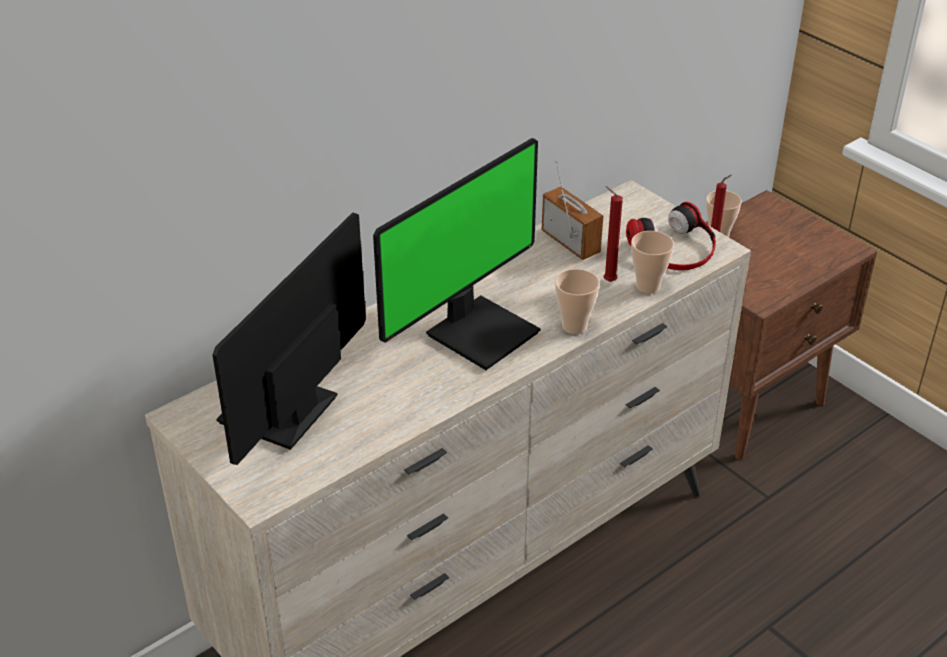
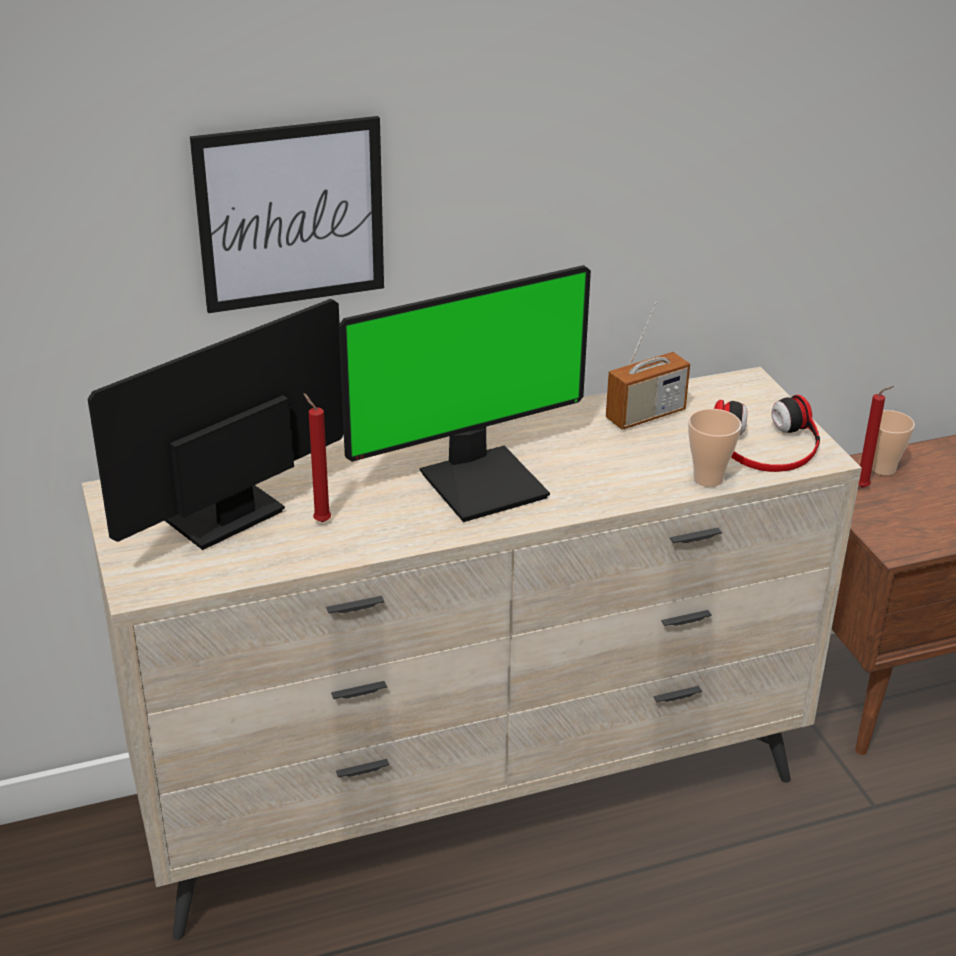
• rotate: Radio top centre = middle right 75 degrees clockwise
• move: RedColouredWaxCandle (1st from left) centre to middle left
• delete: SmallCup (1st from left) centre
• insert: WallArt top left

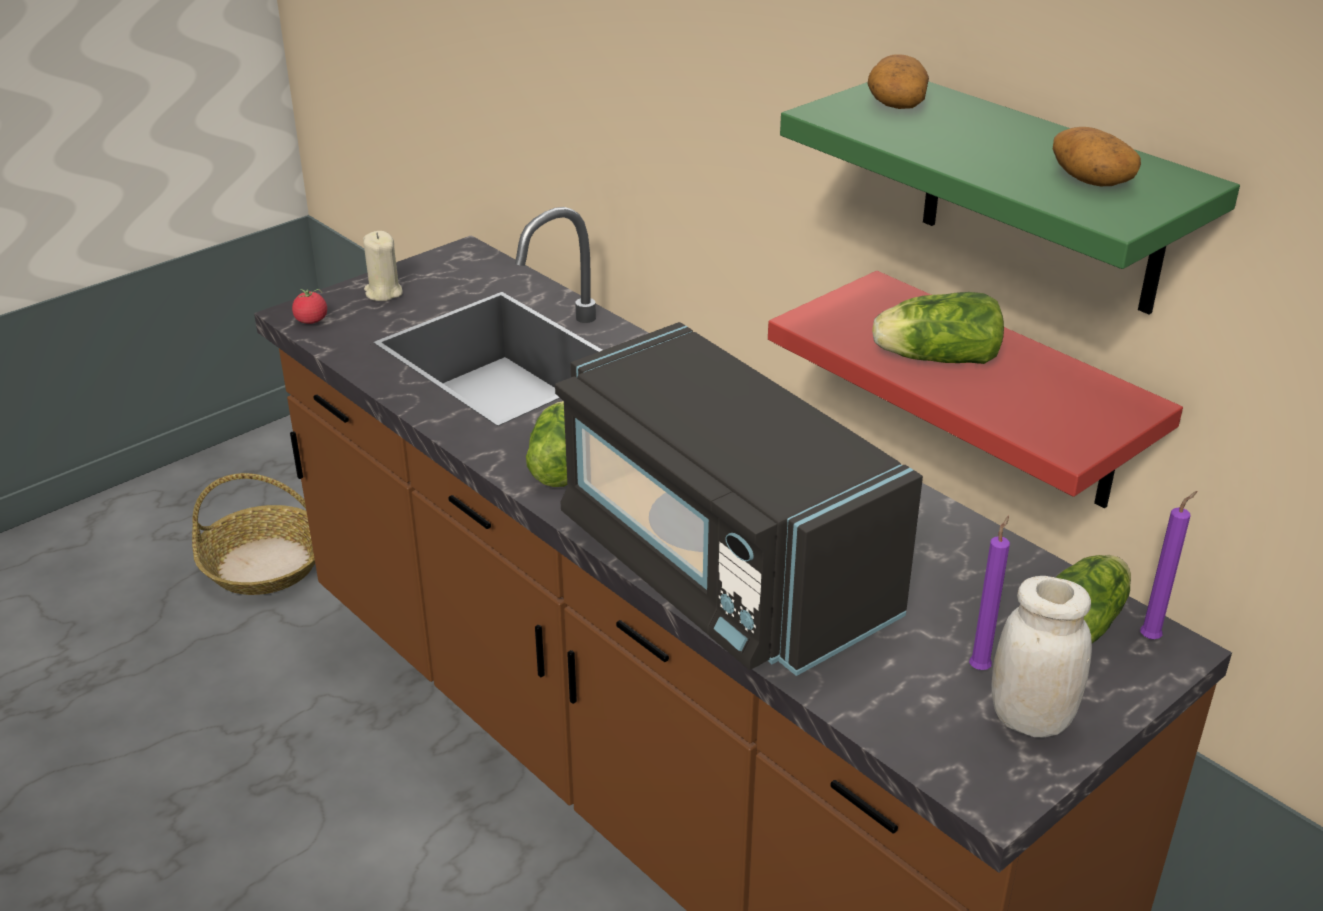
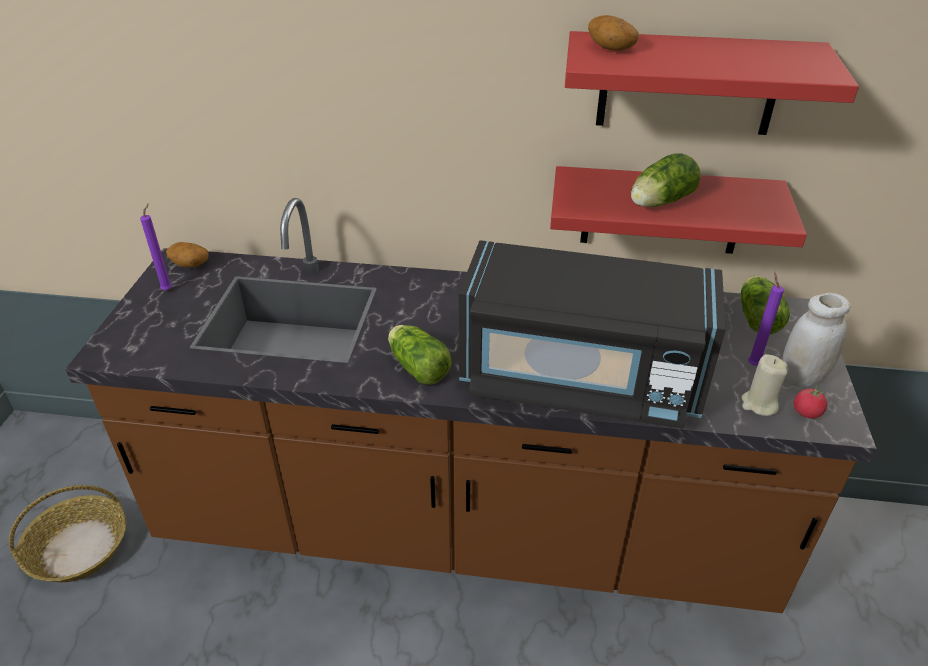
• recolor: GreenColouredBracketShelf top right to RedColouredBracketShelf (2nd from left) top right
• move: Potato (2nd from left in the first image) top right to Potato (1st from left) middle left
• move: BeigeWaxCandle top left to middle right
• move: FreshTomato middle left to middle right
• move: PurpleWaxCandle (2nd from left in the first image) middle right to PurpleWaxCandle (1st from left) middle left

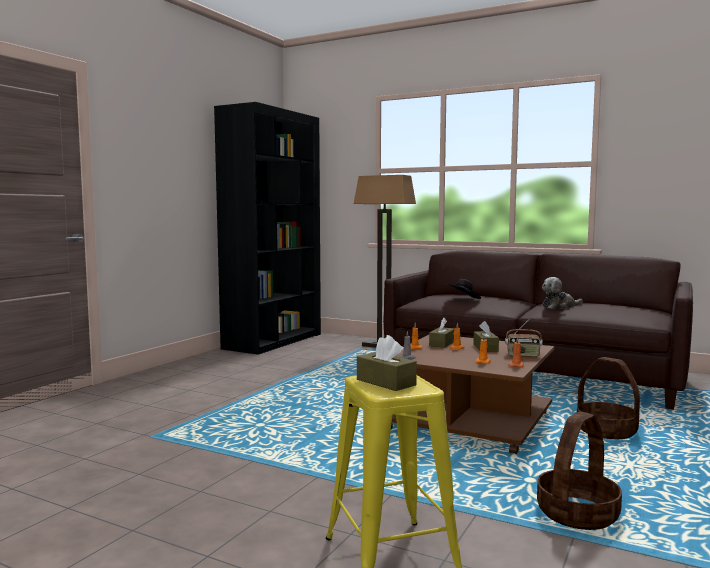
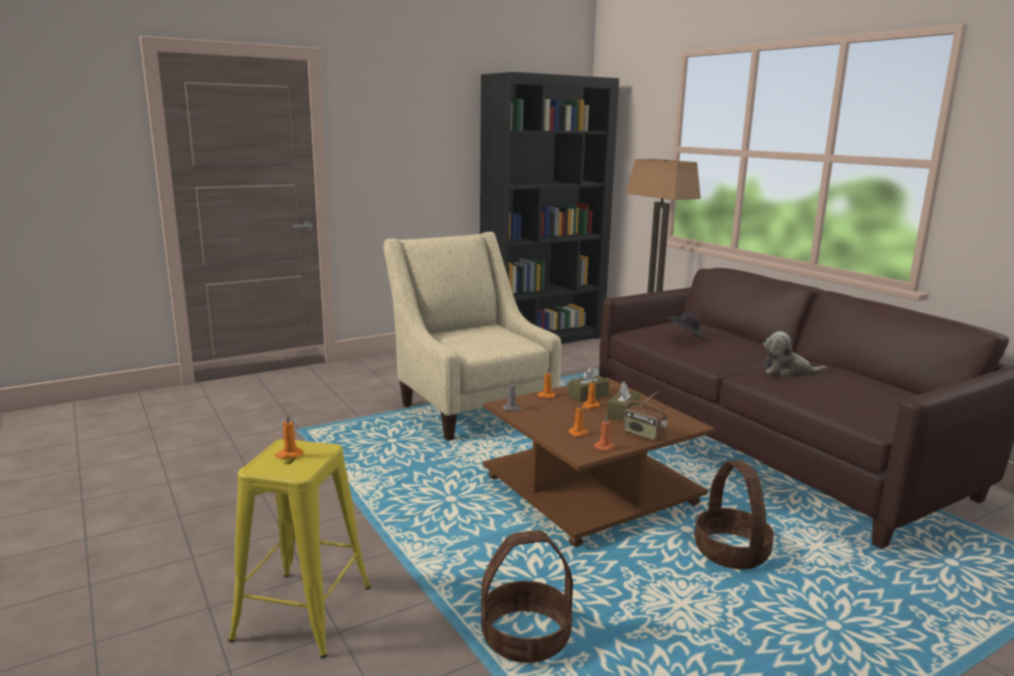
• replace: BrownColouredBoxOfTissues (1st from left) centre to OrangeWaxCandle (1st from left) middle left
• insert: BeigeArmchair centre

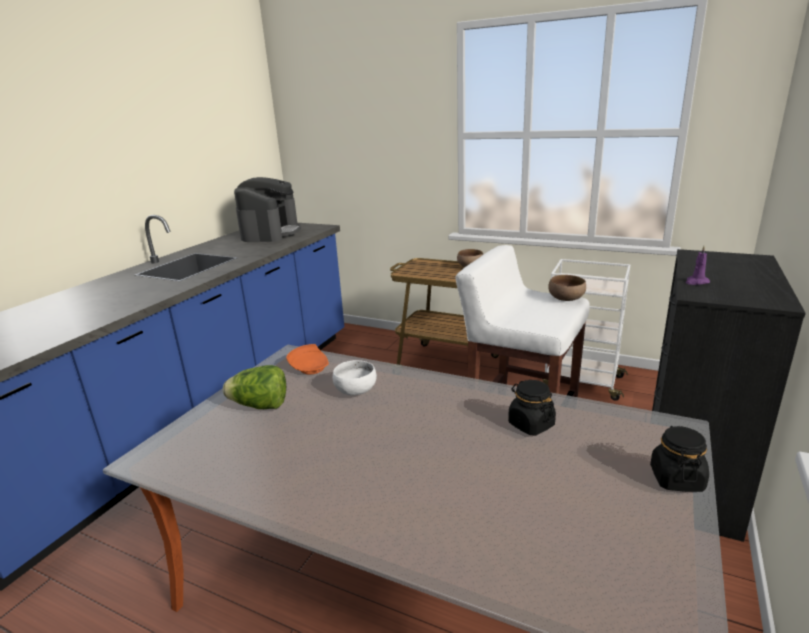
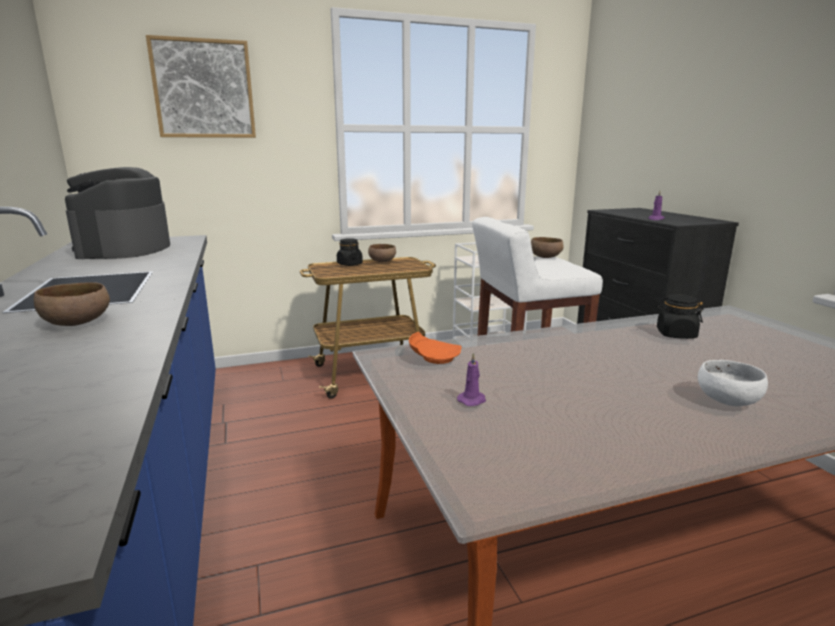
• rotate: CoffeeMaker top left = middle left 150 degrees counterclockwise
• move: WhiteServingBowl centre to middle right
• replace: HeadOfLettuce middle left to PurpleWaxCandle (1st from left) centre
• move: BlackStorageJar (2nd from left in the first image) bottom right to BlackStorageJar (1st from left) centre
• insert: WallArt top left
• insert: BrownColouredServingBowl (1st from left) middle left

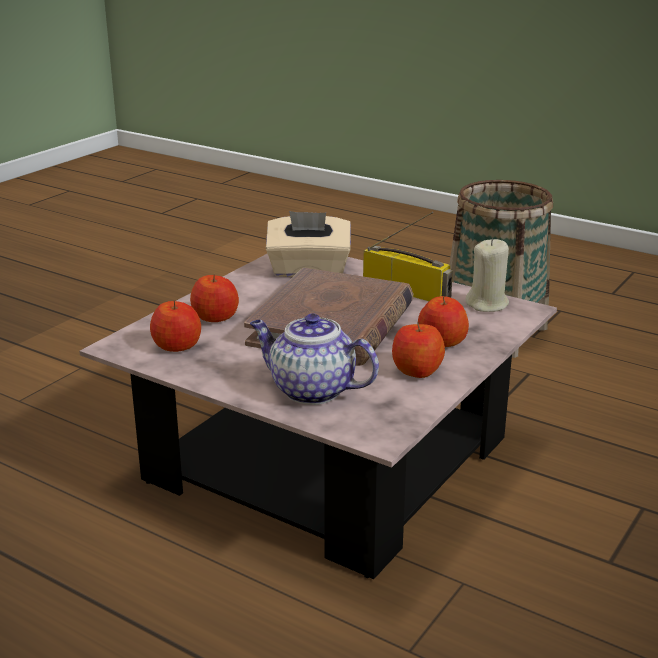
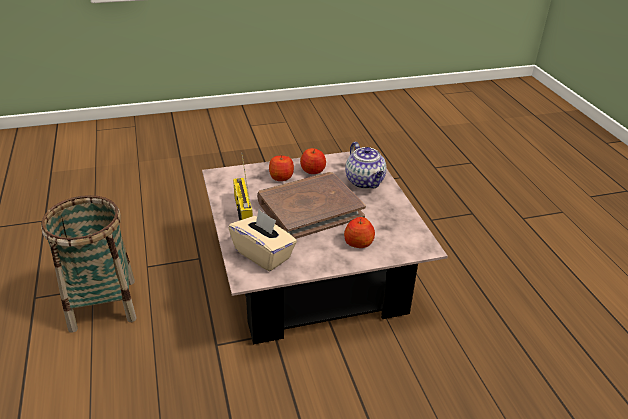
• delete: BeigeWaxCandle middle right
• delete: WholeApple (1st from left) middle left

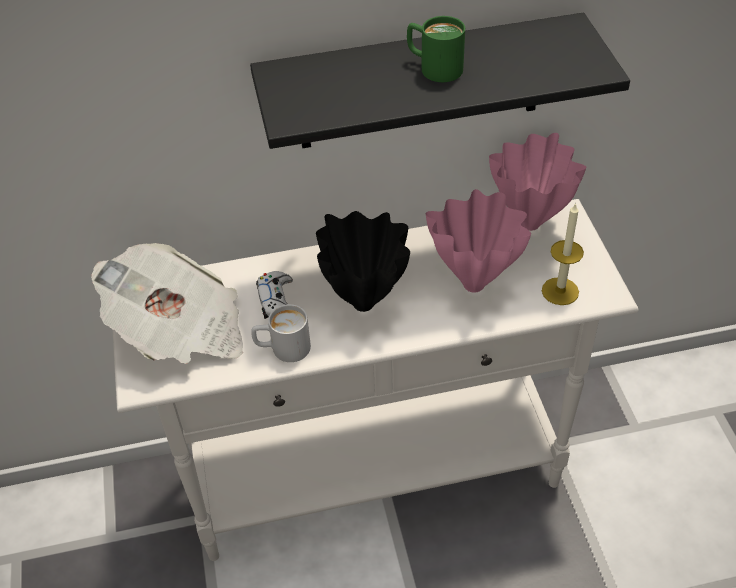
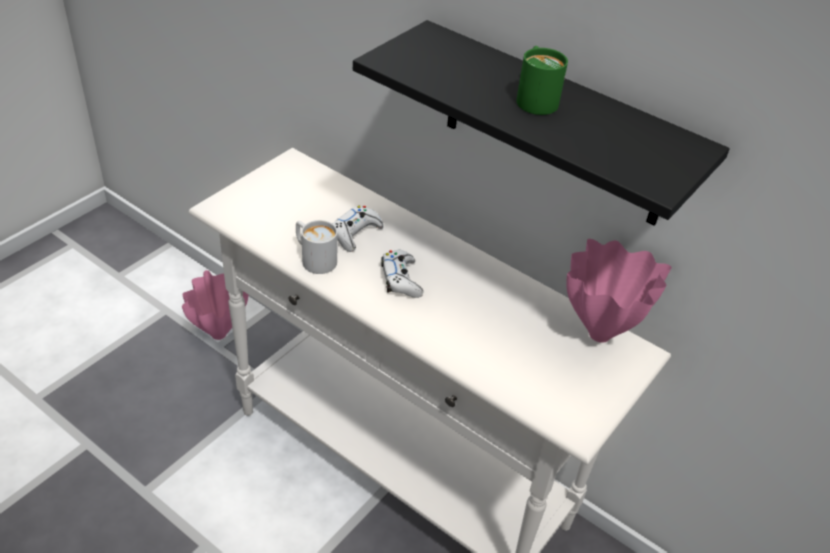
• move: PinkColouredFlowerVase (1st from left) centre to middle left
• delete: WaxCandle middle right
• replace: BlackFlowerVase centre to WhiteGamepad (2nd from left) centre
• delete: Newspaper middle left

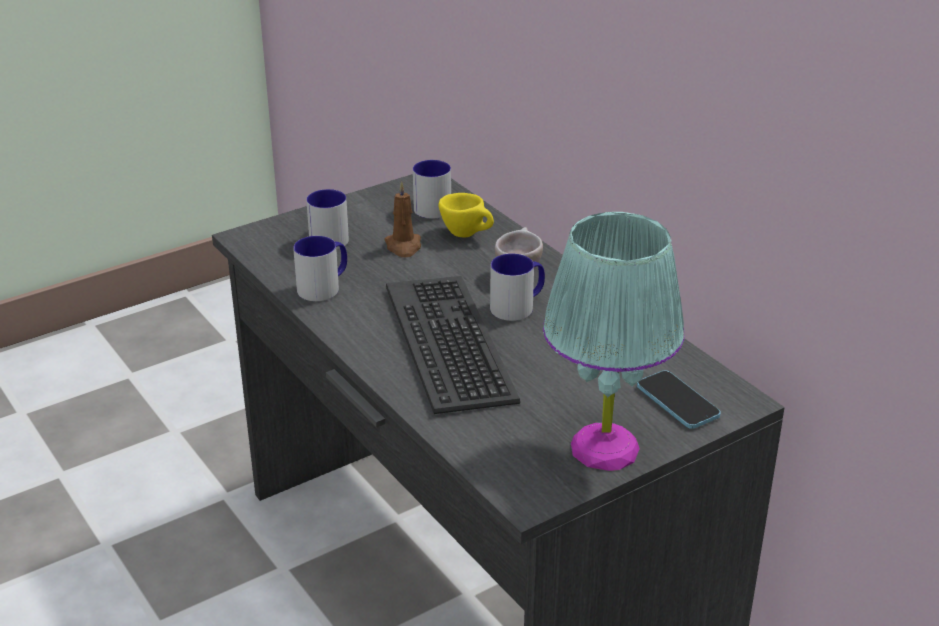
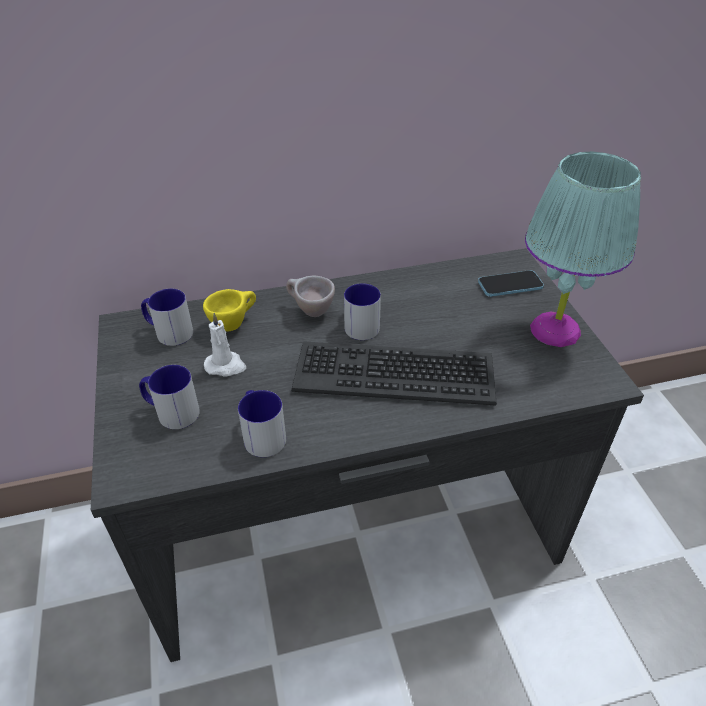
• recolor: BrownColouredWaxCandle centre to WhiteWaxCandle middle left

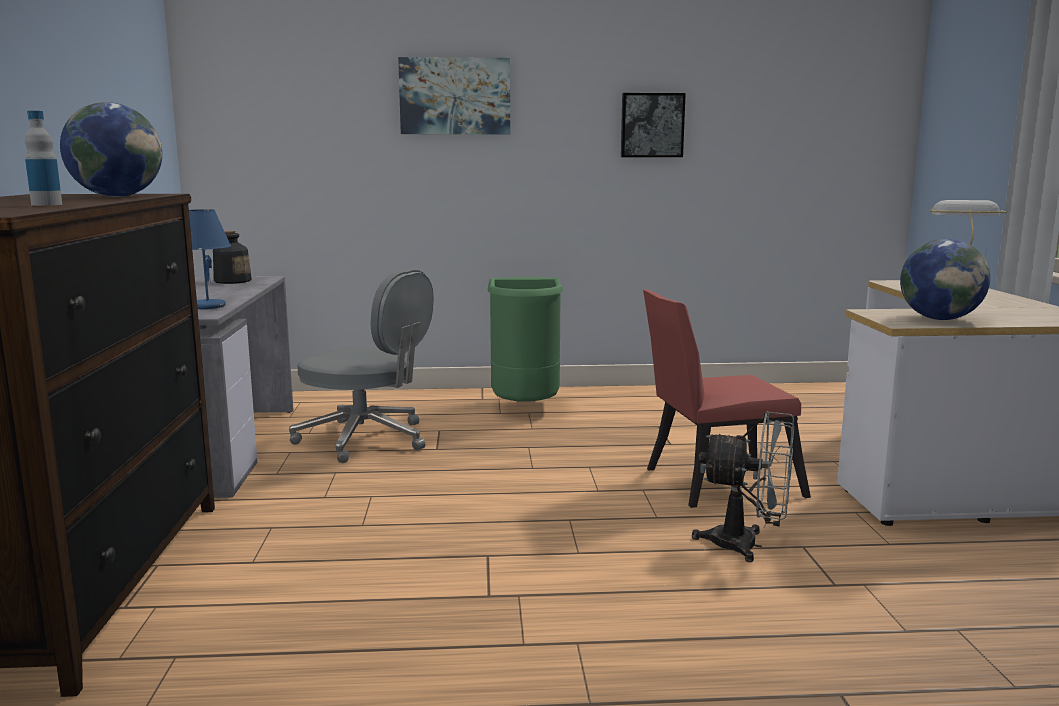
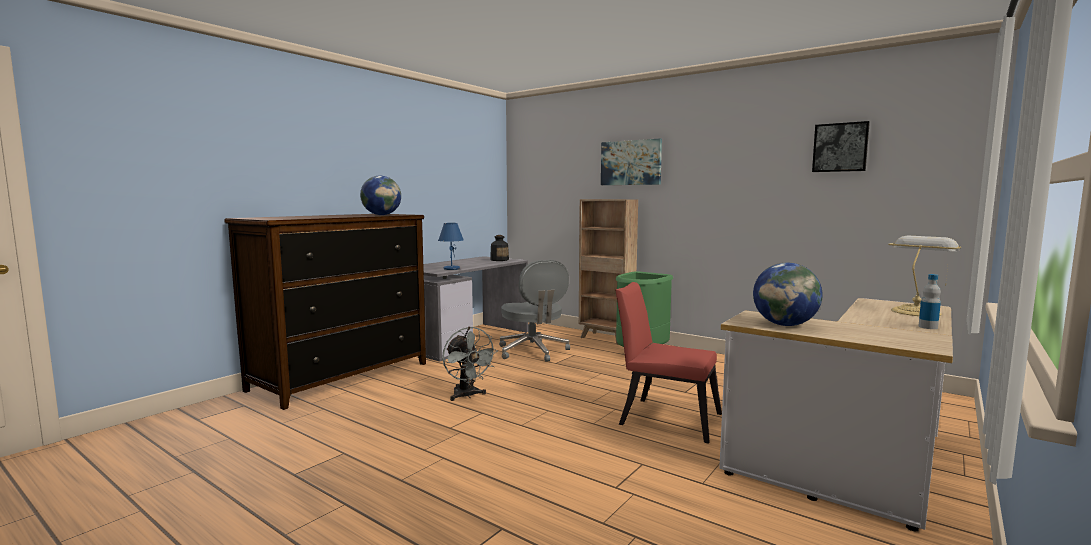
• move: WallArt (2nd from left) top centre to top right
• move: BeverageBottle (1st from left in the first image) top left to BeverageBottle (2nd from left) middle right
• move: GreyishElectricFan bottom right to bottom centre
• insert: BrownColouredShelvingUnit centre

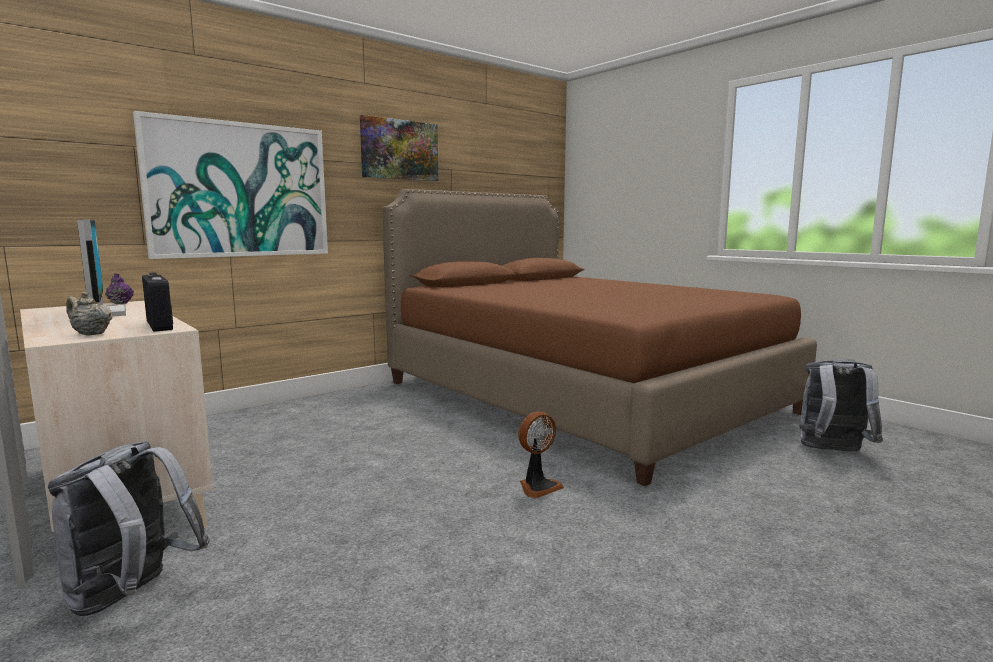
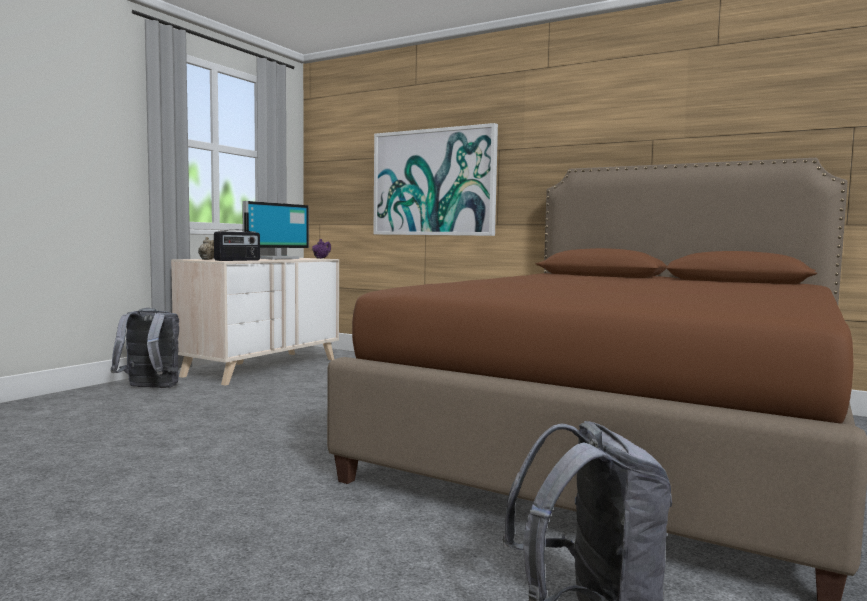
• delete: WallArt (2nd from left) top centre
• delete: ElectricFan bottom centre

